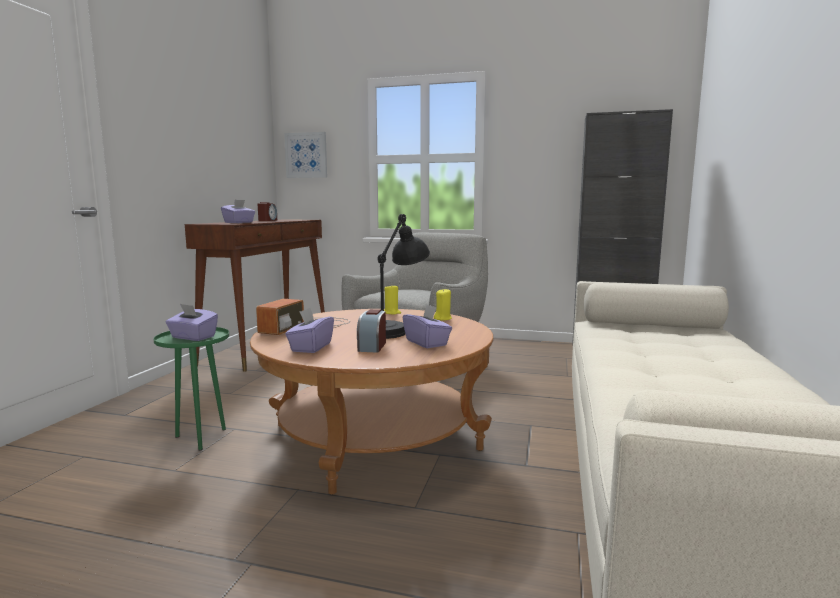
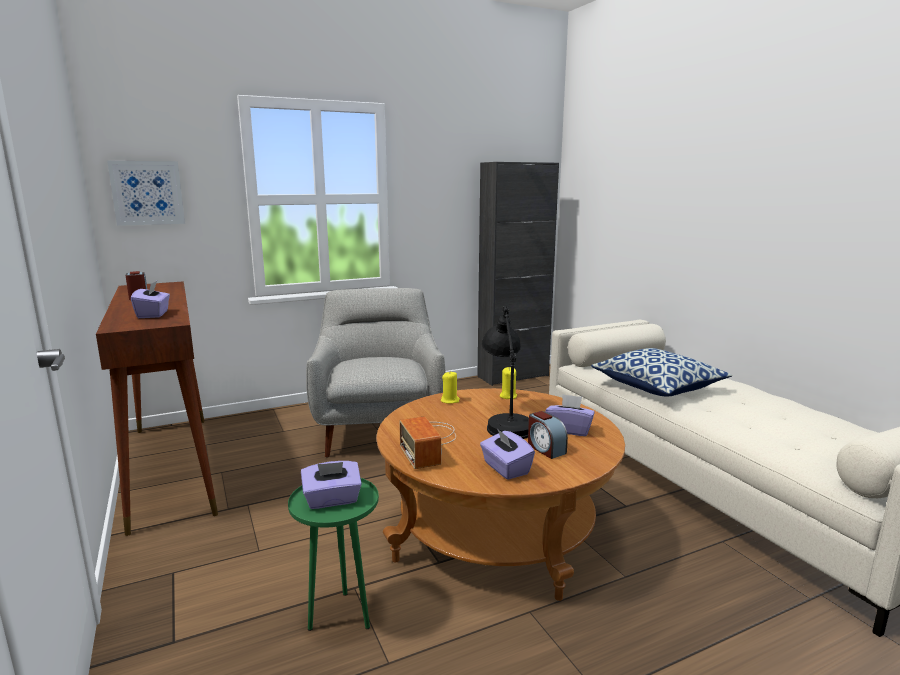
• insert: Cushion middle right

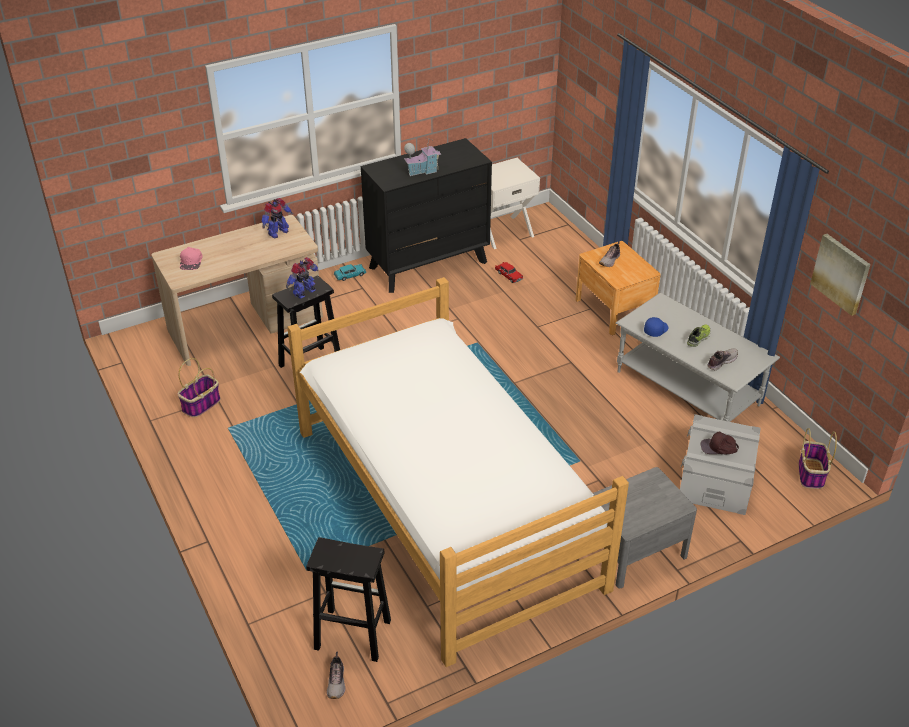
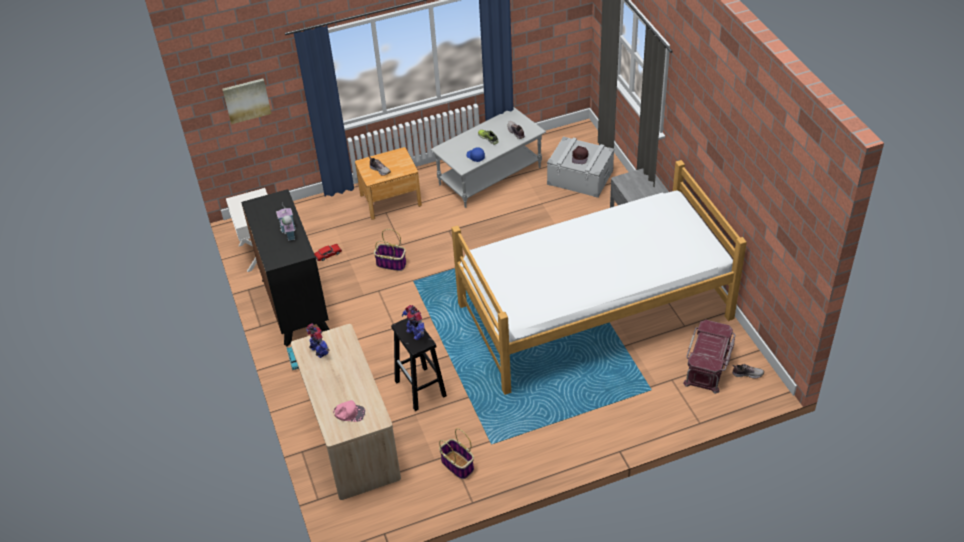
• move: WallArt middle right to top left
• move: HouseholdBasket (2nd from left in the first image) middle right to HouseholdBasket (1st from left) centre
• replace: BlackStool (2nd from left) bottom centre to RedColouredStorageBin middle right

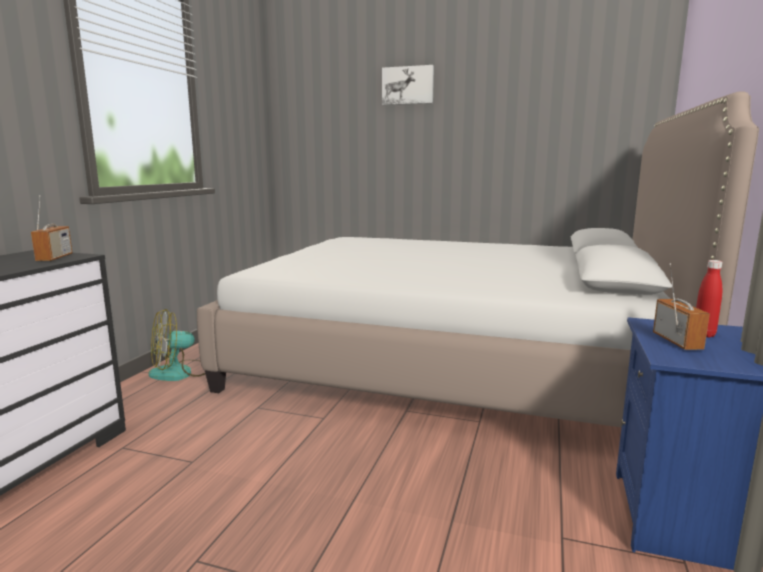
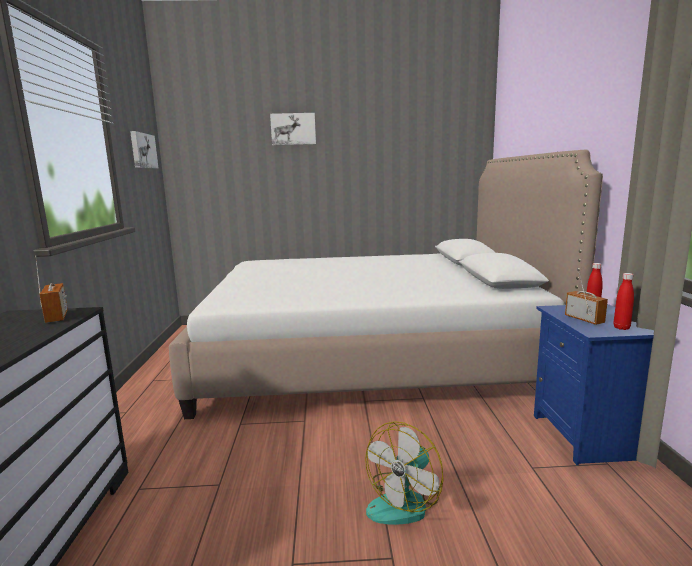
• move: ElectricFan middle left to bottom centre
• insert: WallArt (1st from left) top left
• insert: RedColouredBeverageBottle (2nd from left) middle right

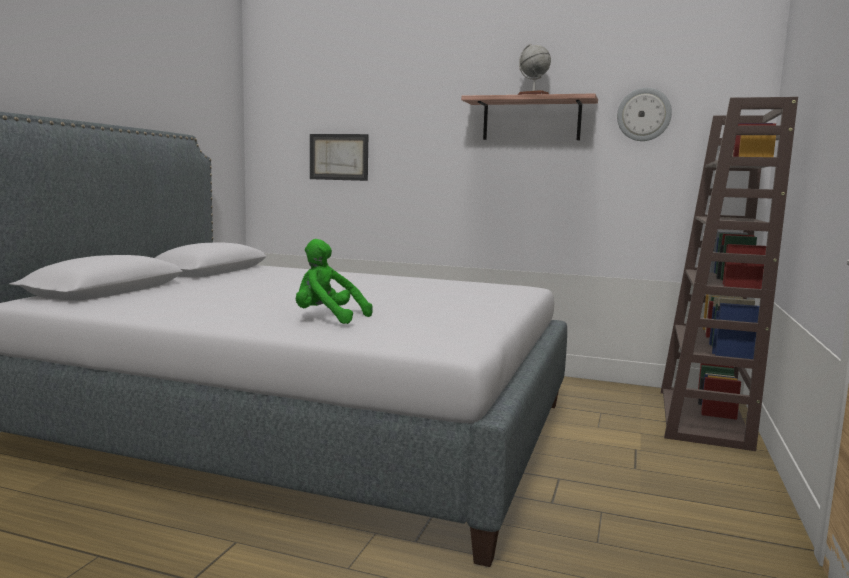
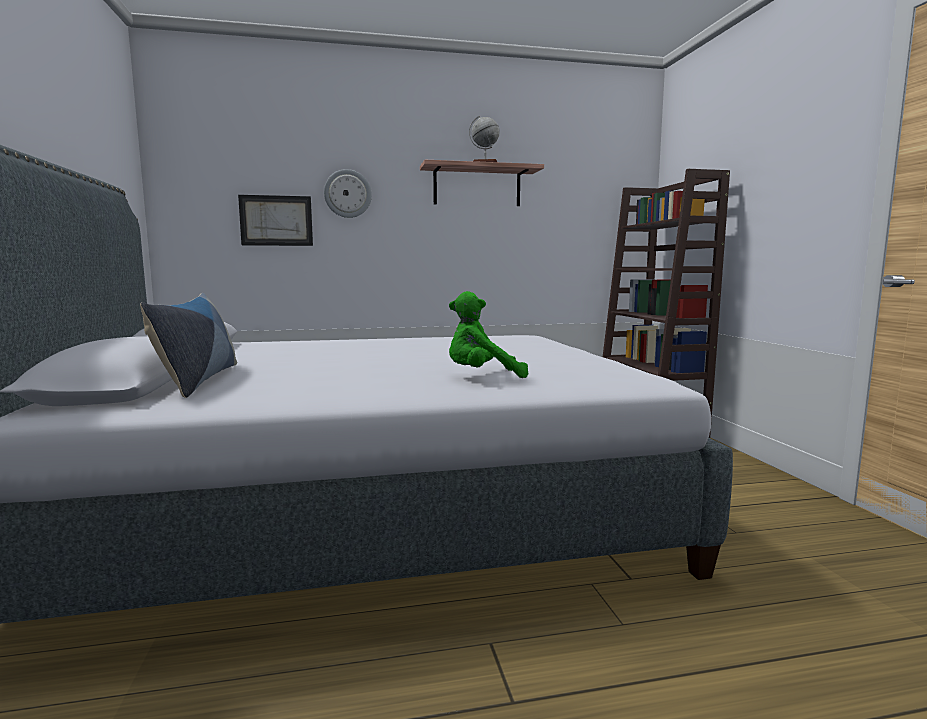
• move: WallClock top right to top centre
• insert: Cushion middle left

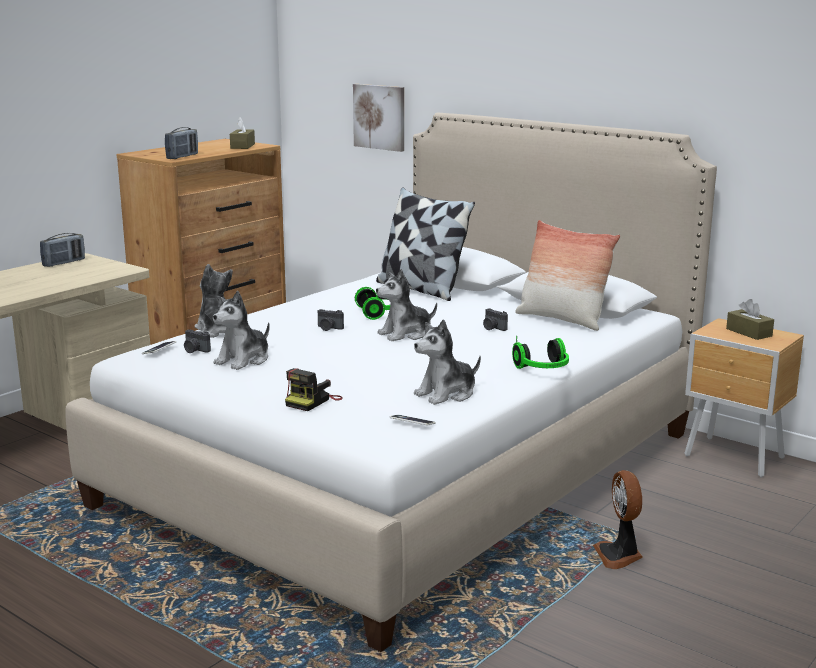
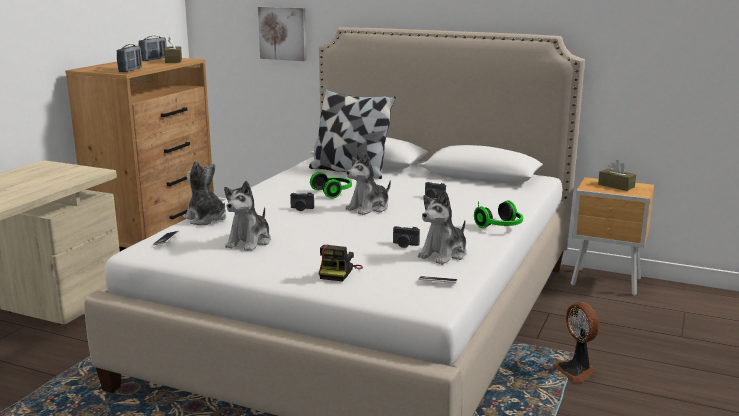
• delete: Cushion (2nd from left) middle right
• move: Radio (1st from left in the first image) middle left to Radio (2nd from left) top left
• move: PhotoCamera (1st from left in the first image) middle left to PhotoCamera (3rd from left) centre

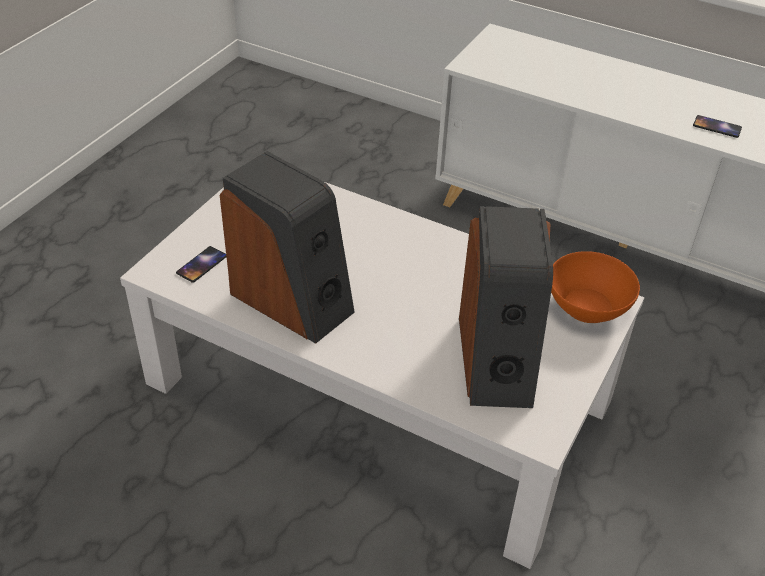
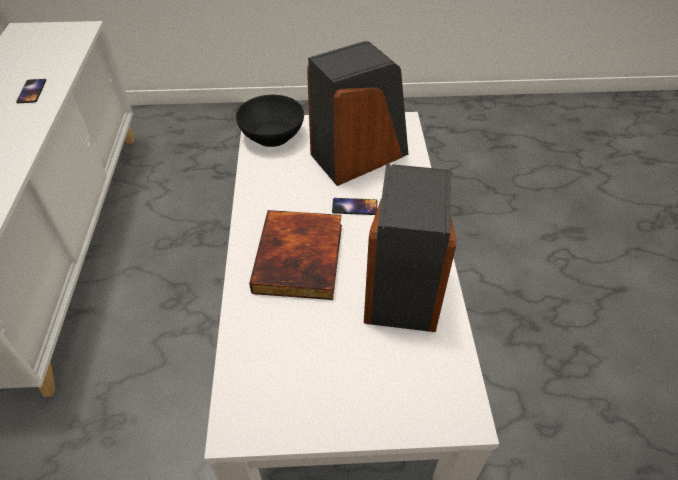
• move: Handset (1st from left in the first image) middle left to Handset (2nd from left) centre
• recolor: OrangeServingBowl middle right to BlackServingBowl top centre
• insert: BoundBook centre

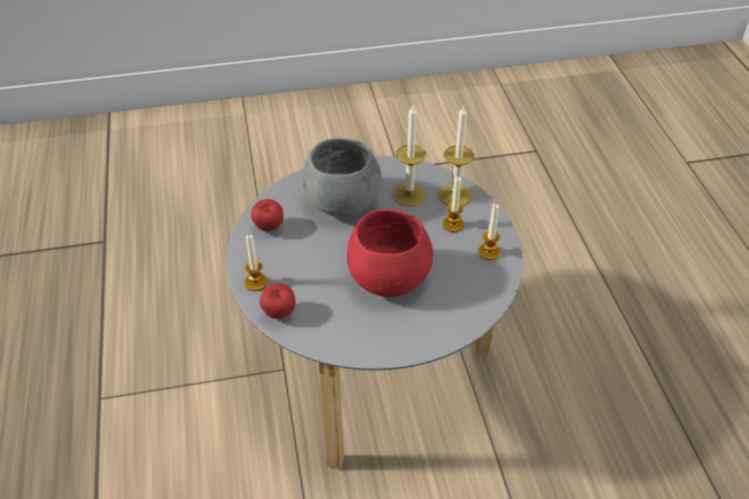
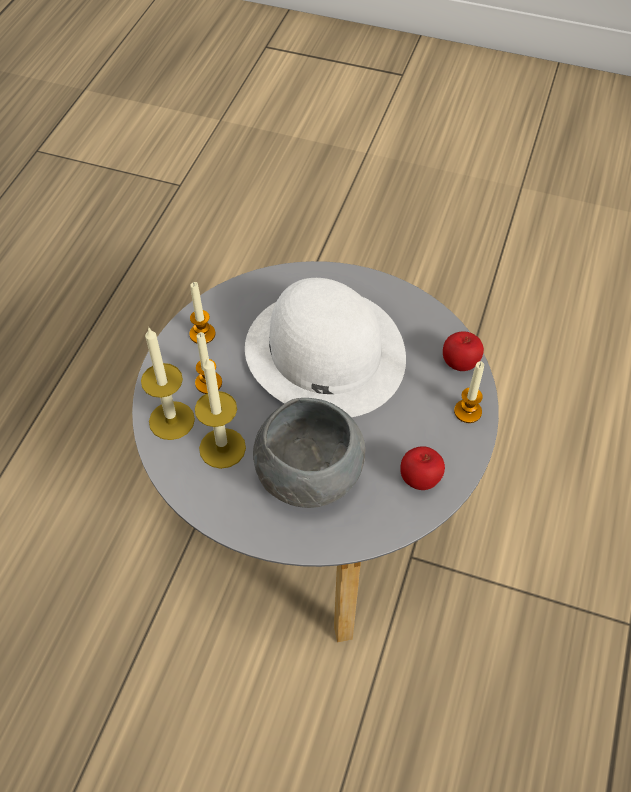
• replace: RedColouredServingBowl centre to WhiteClothingHat centre

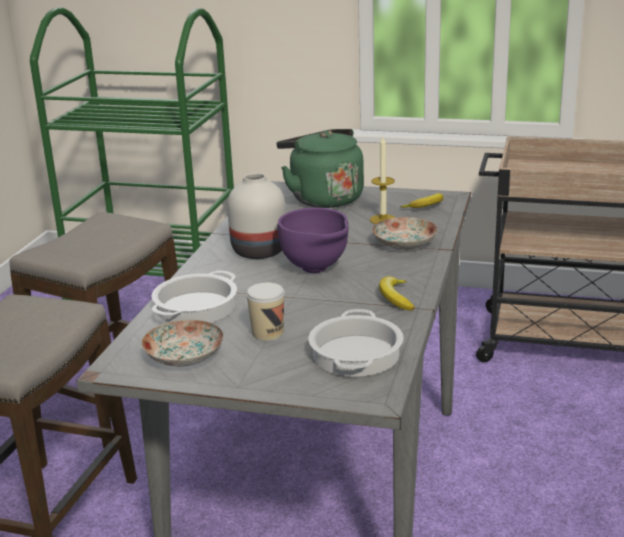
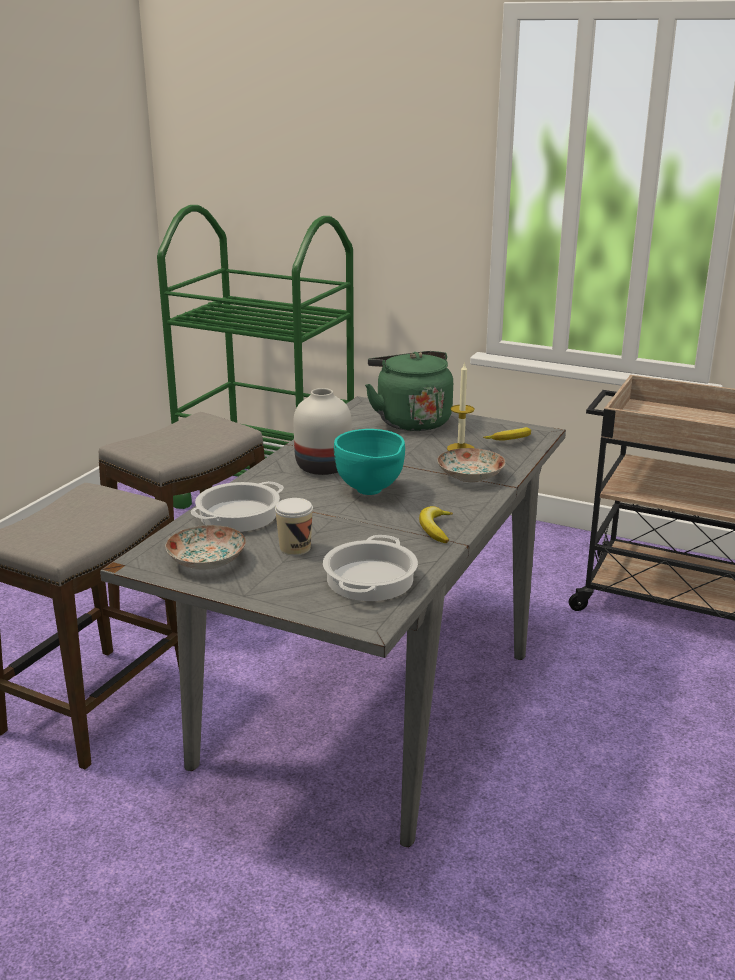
• recolor: PurpleServingBowl centre to BlueGreenServingBowl centre

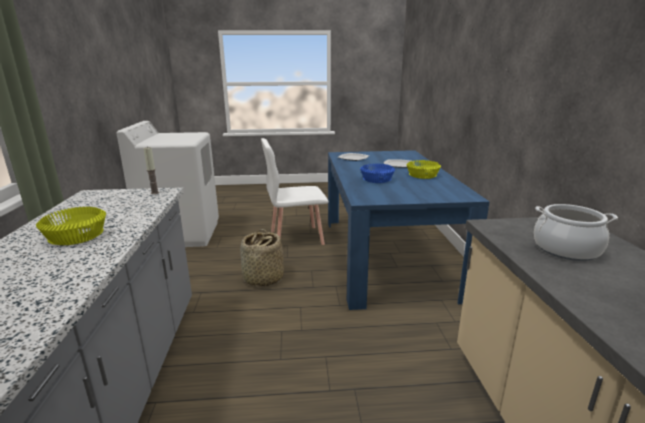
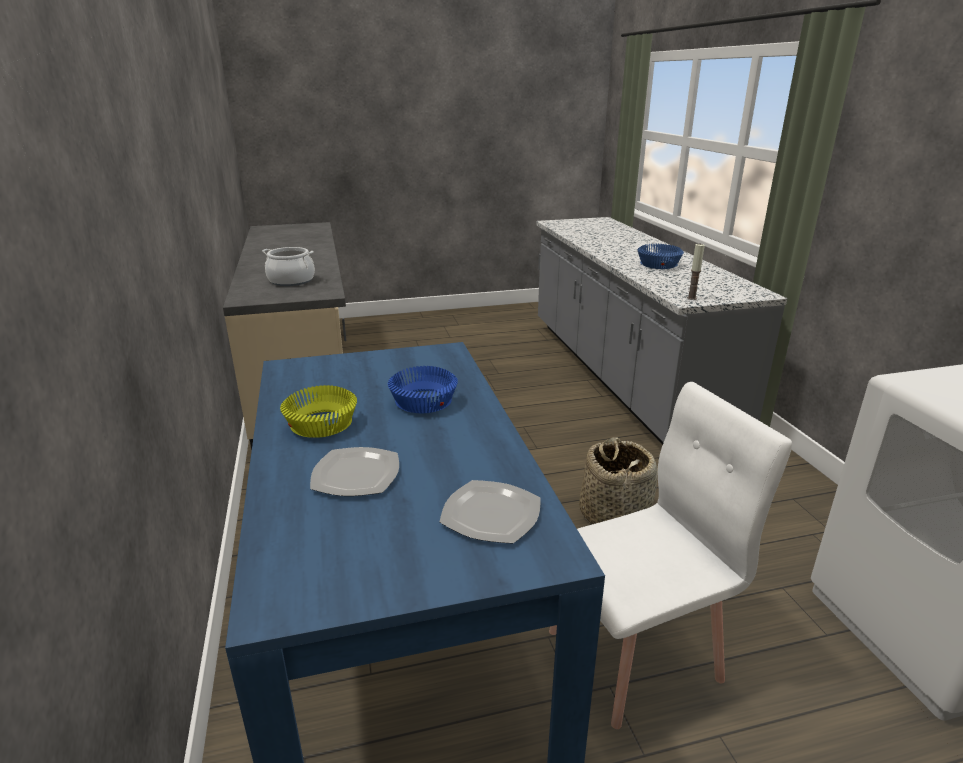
• recolor: YellowishServingBowl (1st from left) middle left to BlueServingBowl (2nd from left) middle right

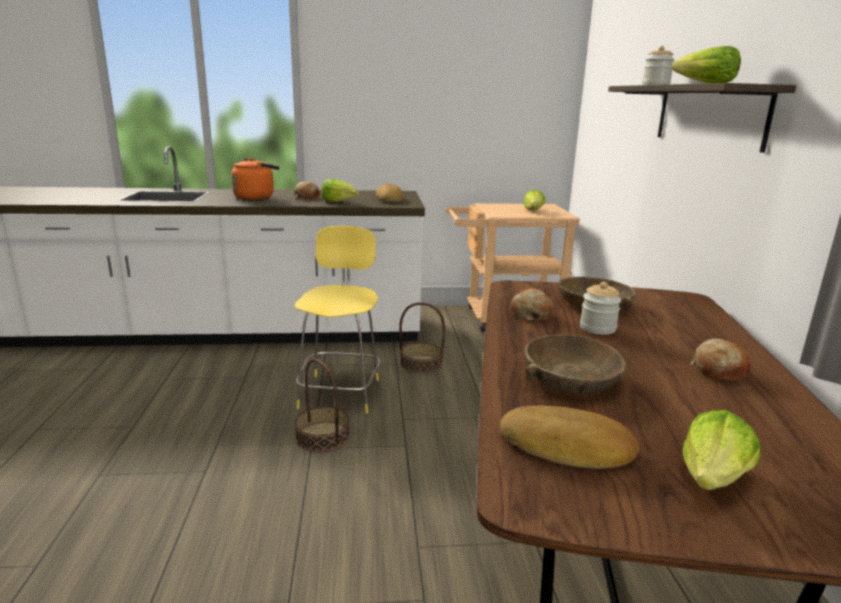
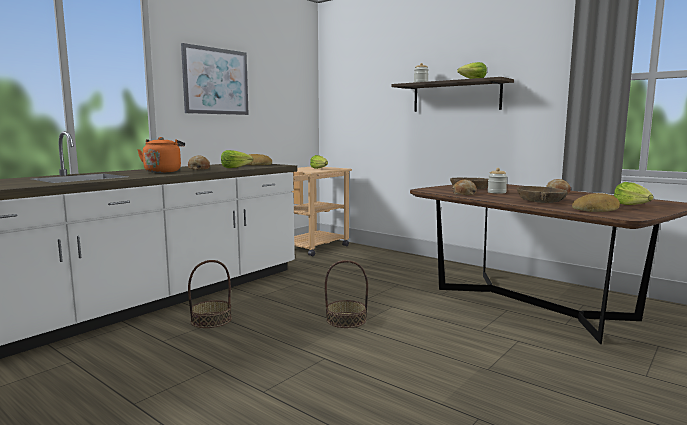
• delete: YellowishStool centre
• move: HouseholdBasket (2nd from left in the first image) centre to HouseholdBasket (1st from left) bottom left
• insert: WallArt top left

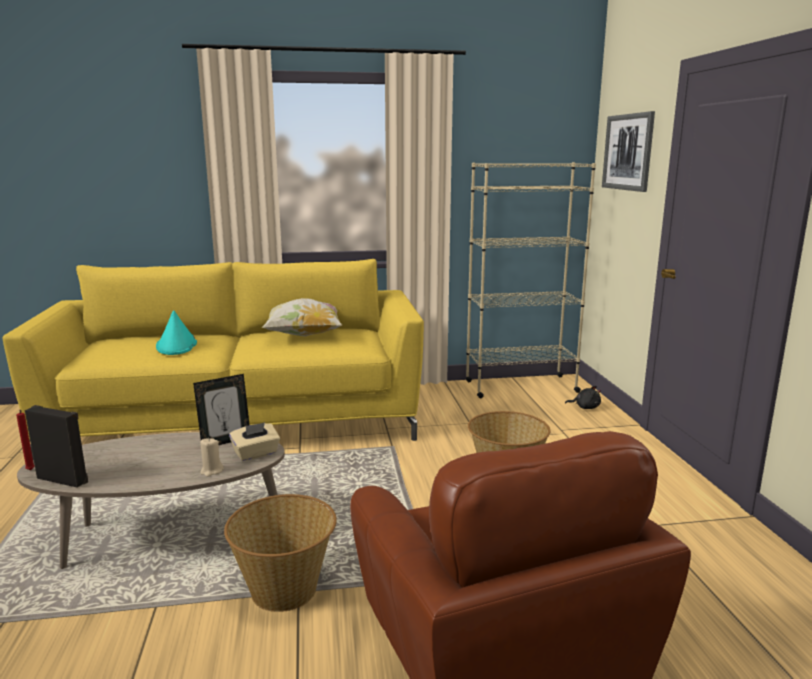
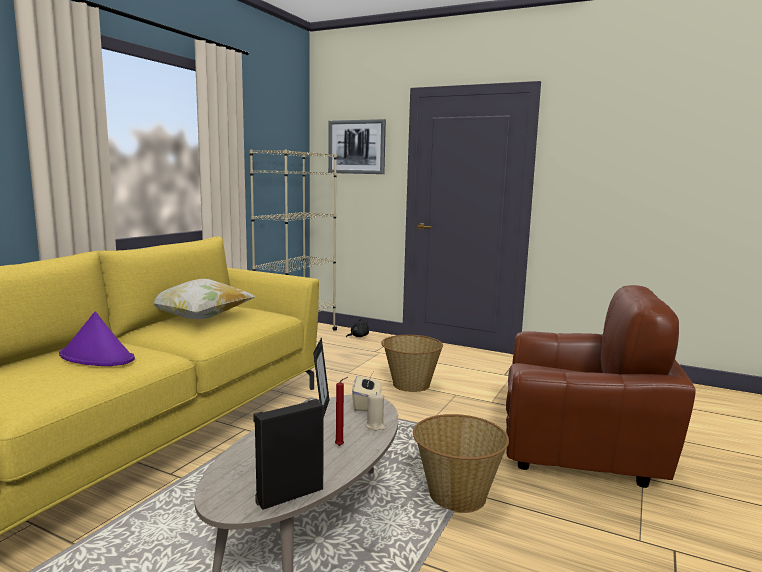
• recolor: BlueGreenClothingHat middle left to PurpleClothingHat middle left
• move: RedColouredWaxCandle middle left to bottom centre

